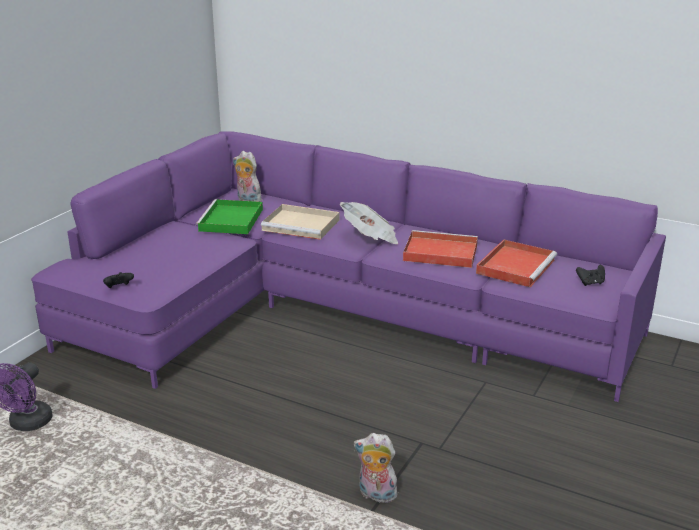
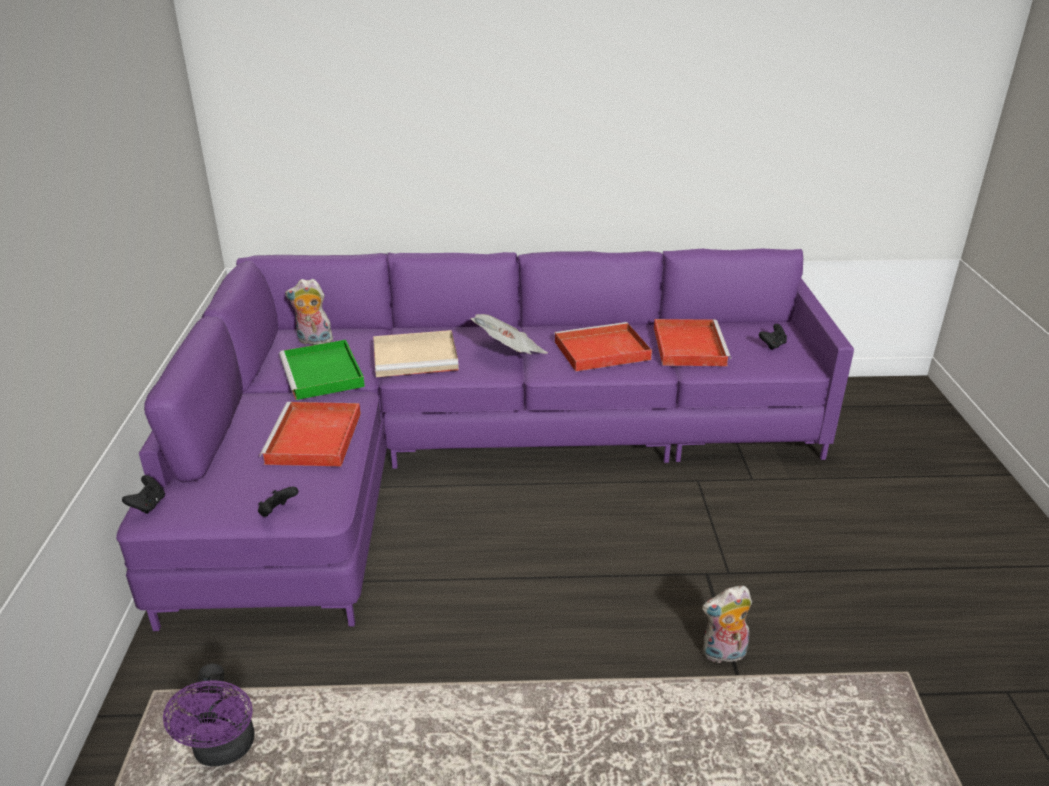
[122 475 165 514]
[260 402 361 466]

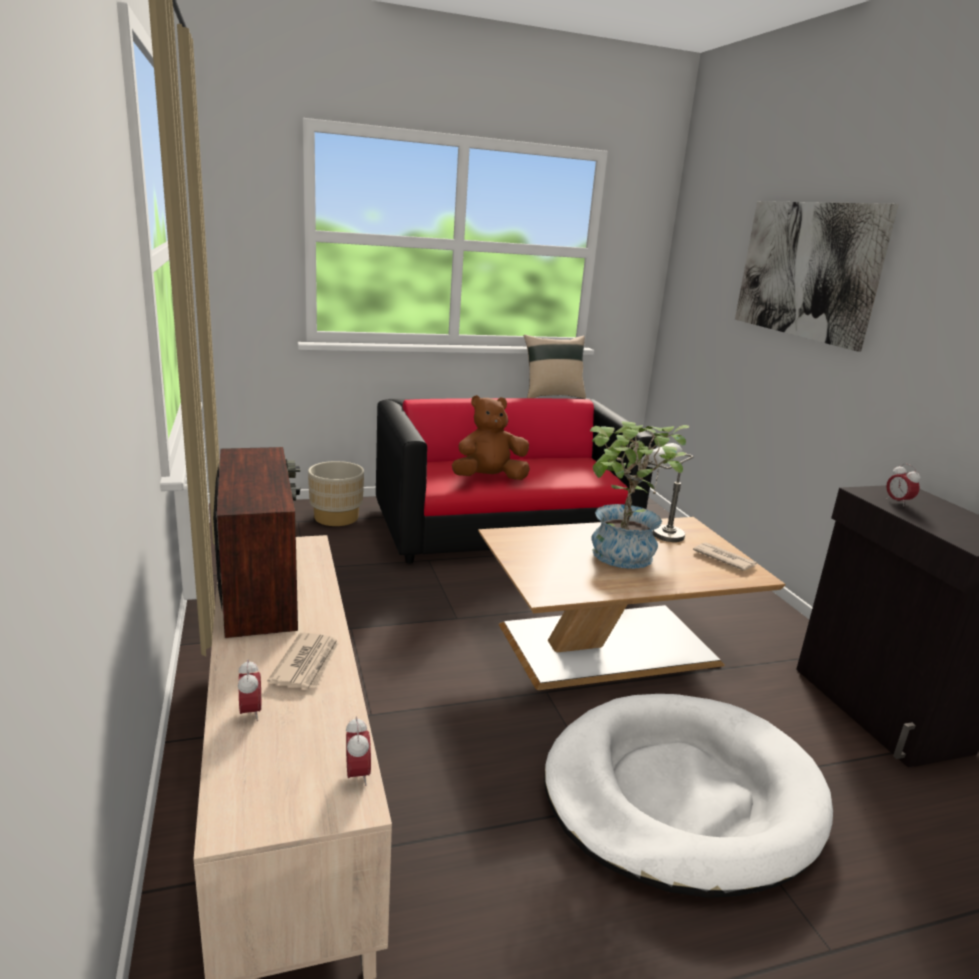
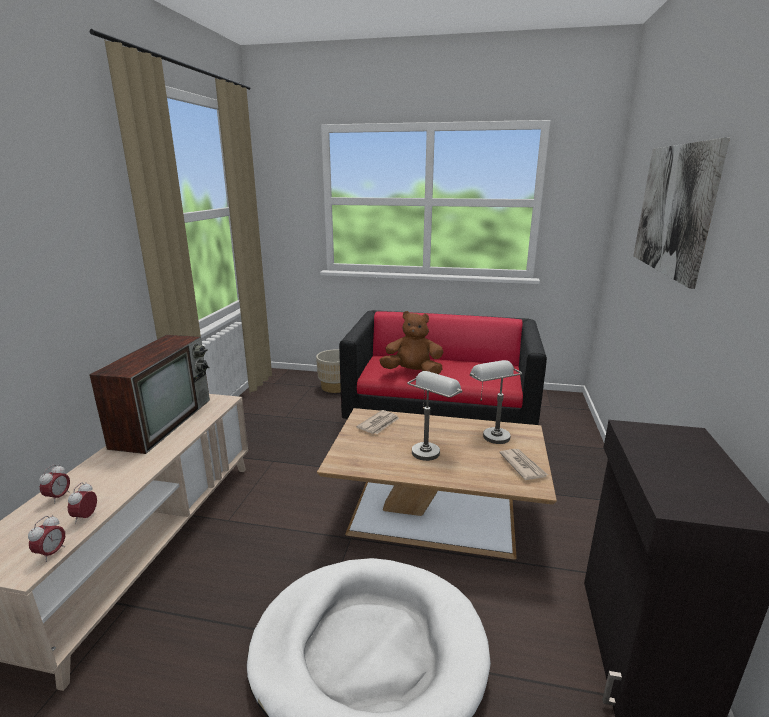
[524 335 586 399] (first image)
[357 410 399 434]
[68 482 97 523]
[407 371 462 461]

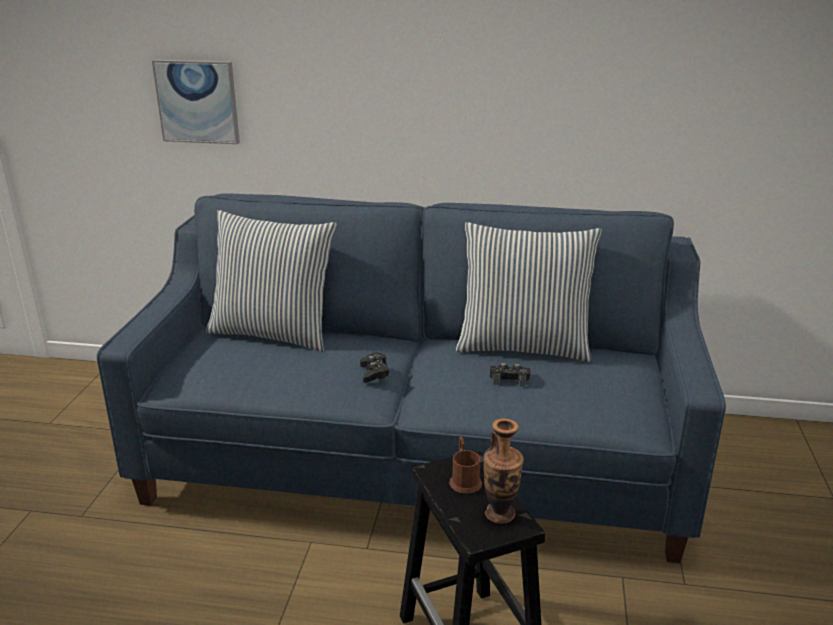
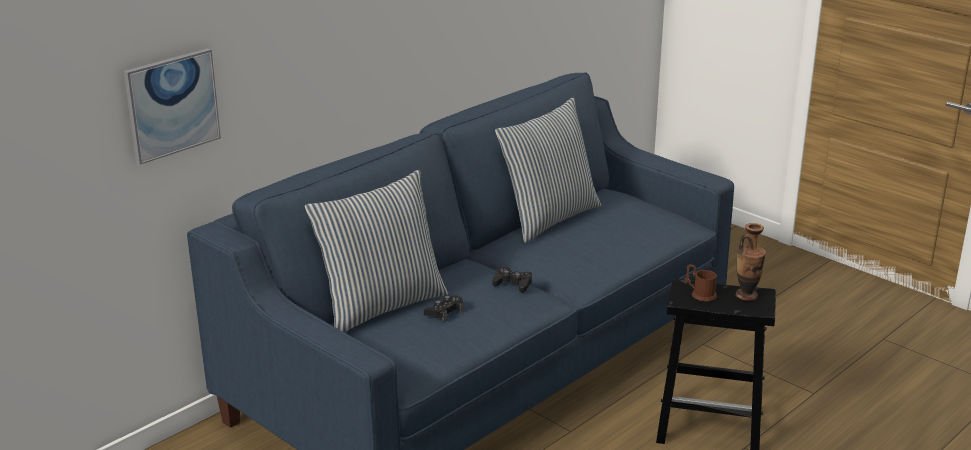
[424 295 464 322]

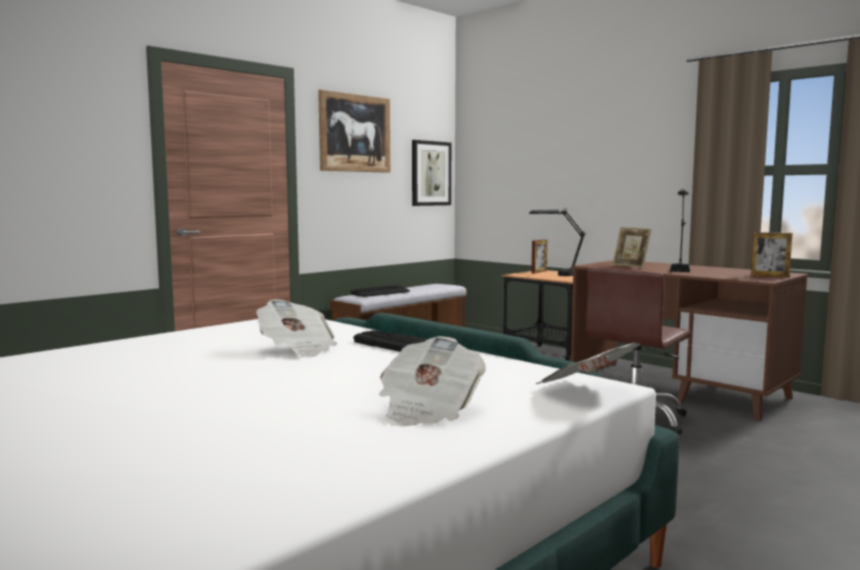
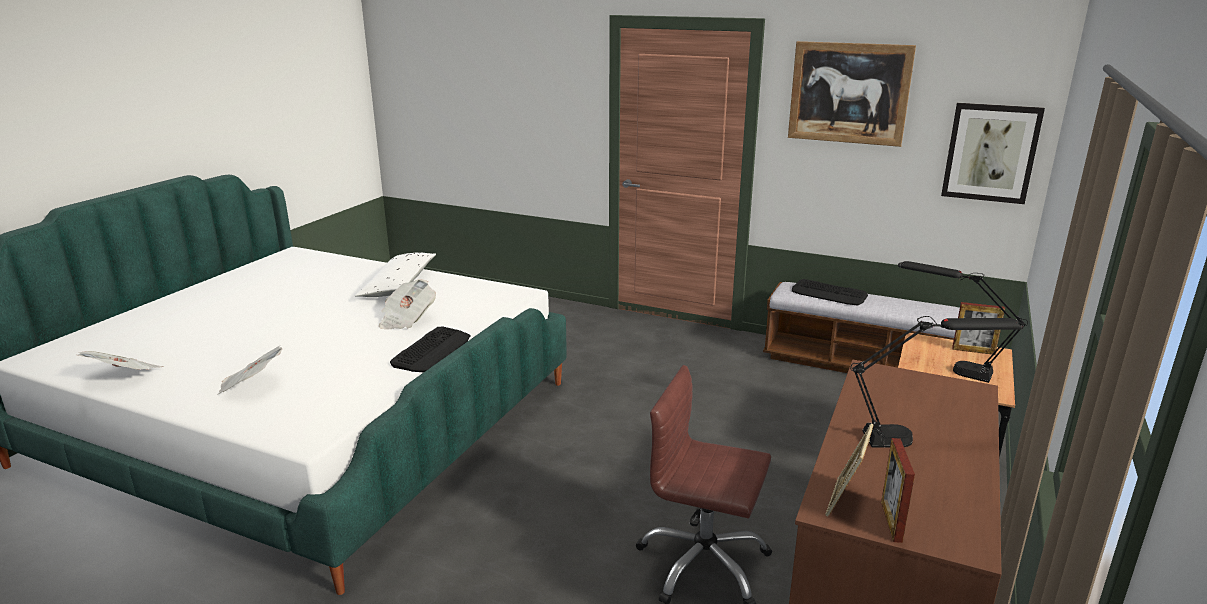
[355 252 436 297]
[78 351 164 370]
[825 423 873 516]

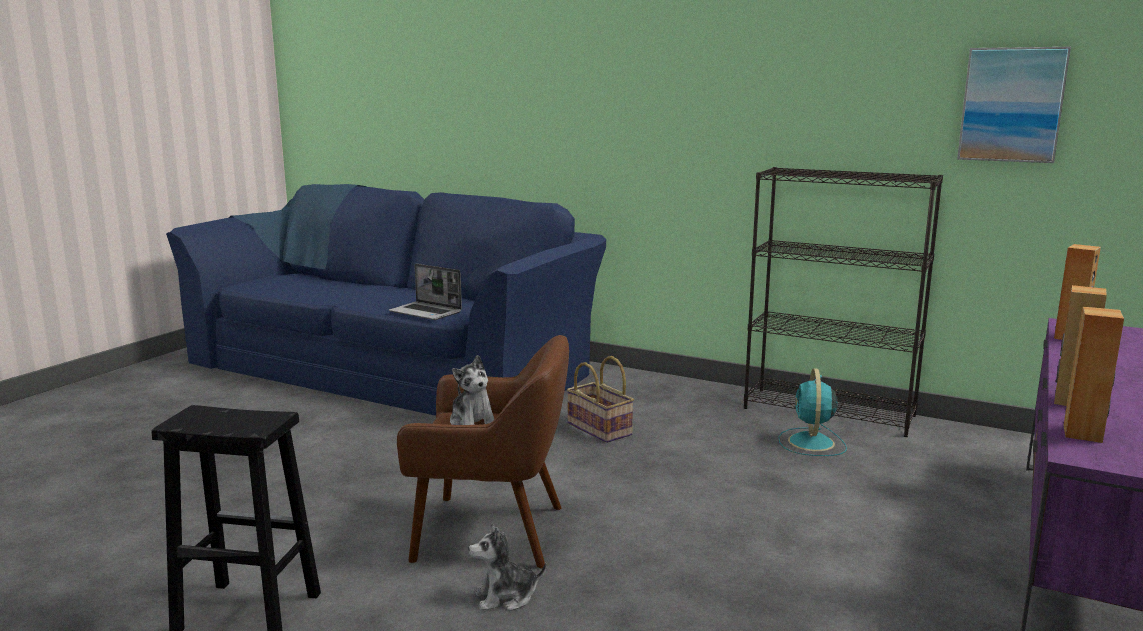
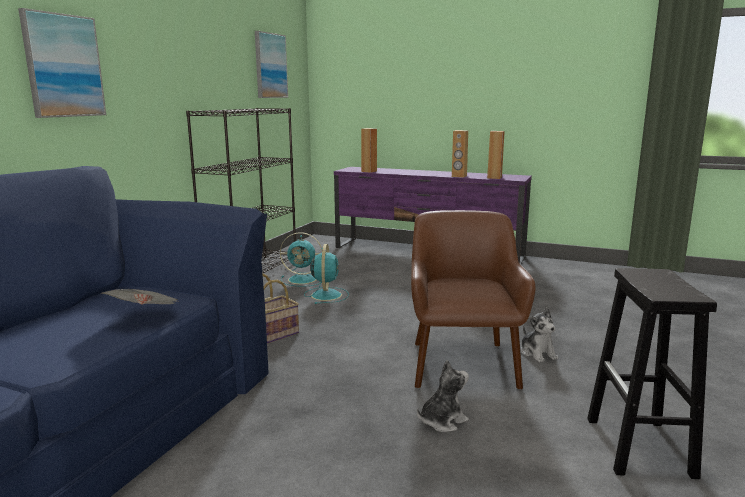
[18 8 106 118]
[304 244 349 304]
[417 360 469 432]
[102 289 178 304]

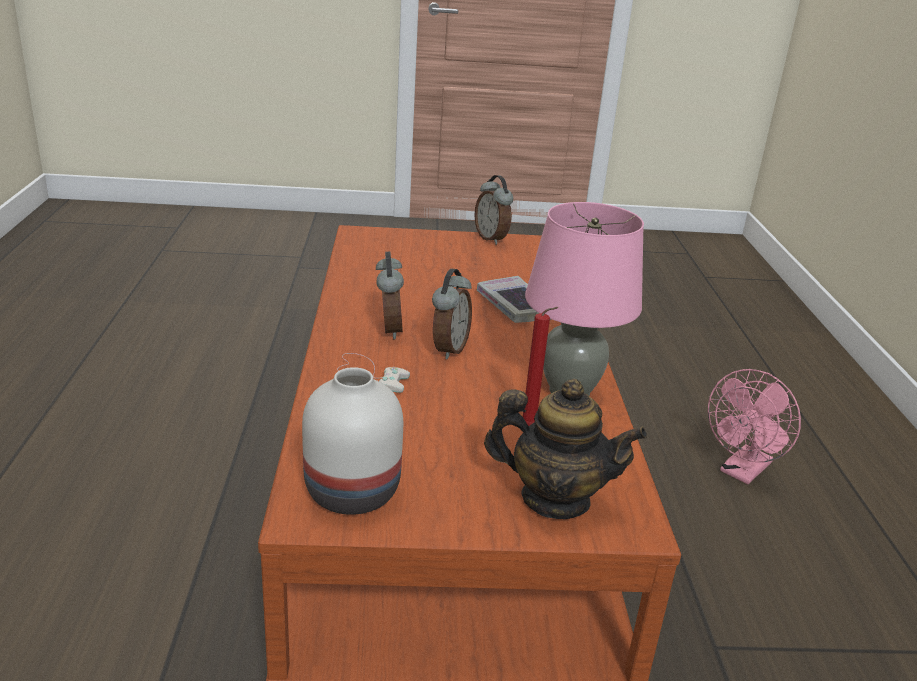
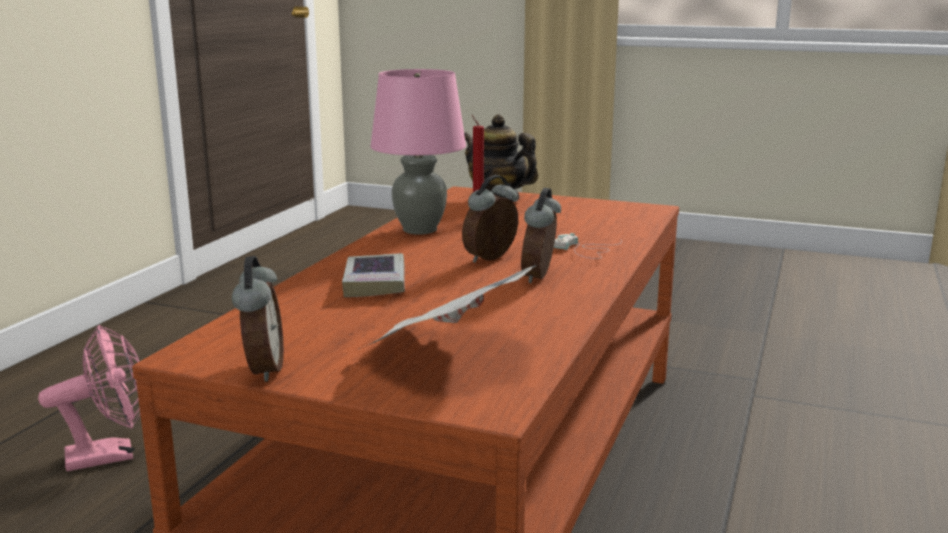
[302 367 403 515] (first image)
[359 265 537 349]

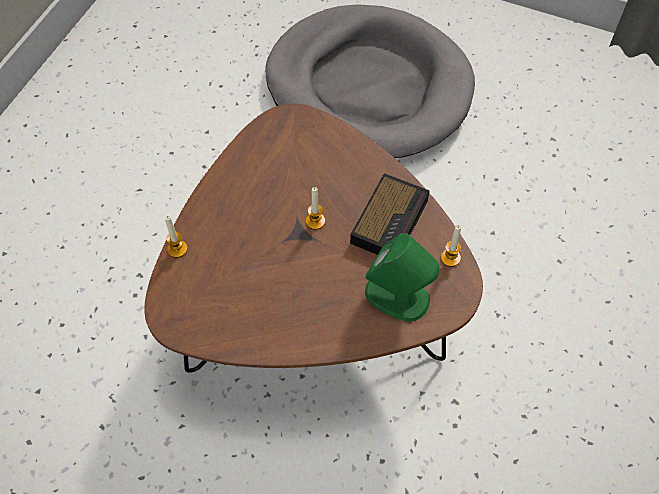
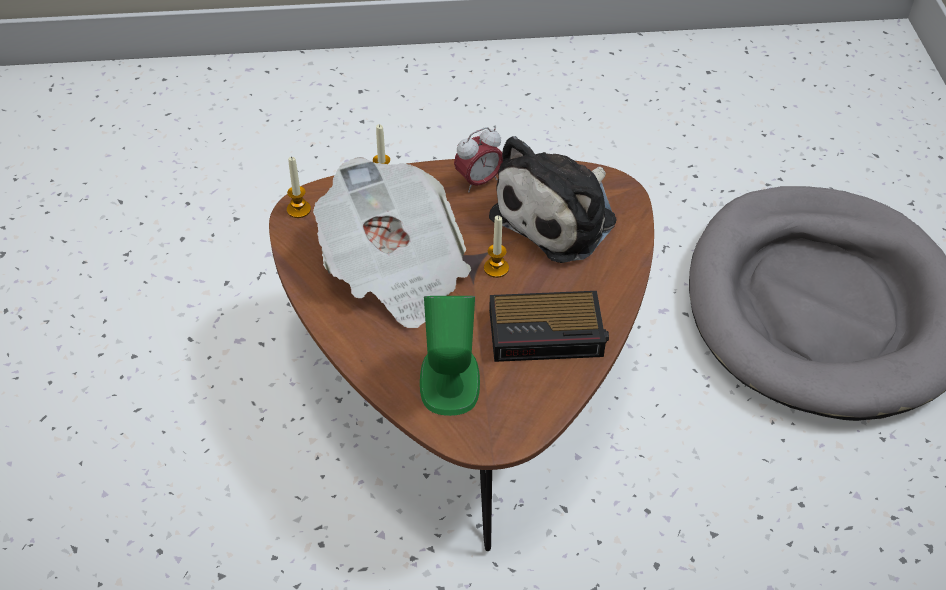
[313 157 471 328]
[454 127 503 192]
[489 136 616 263]
[287 157 311 218]

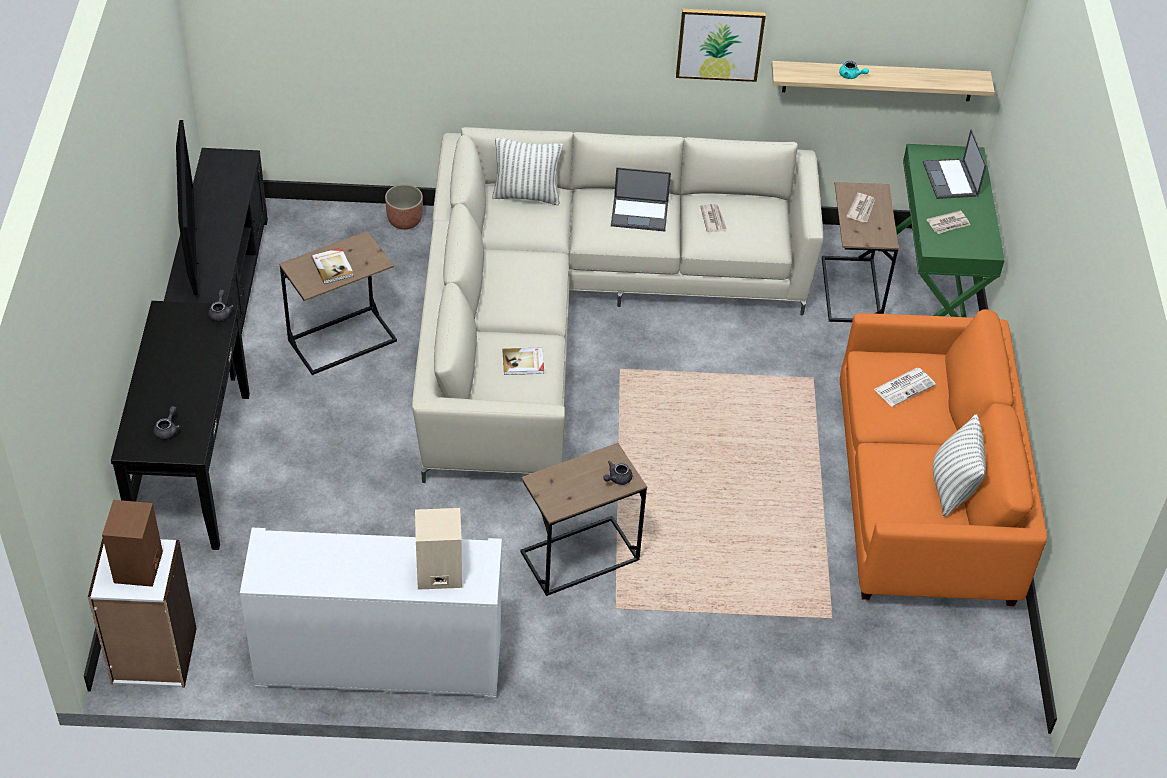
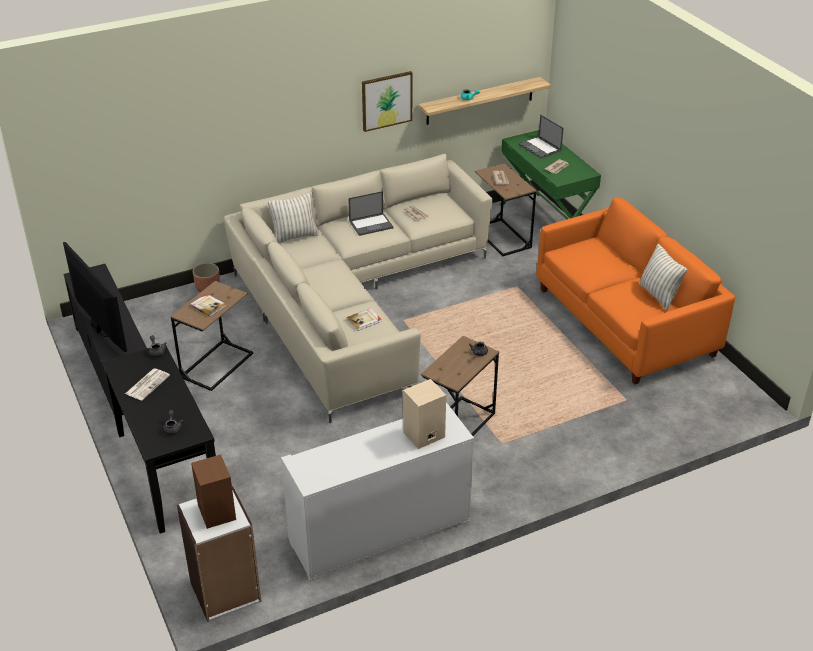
[125 368 170 400]

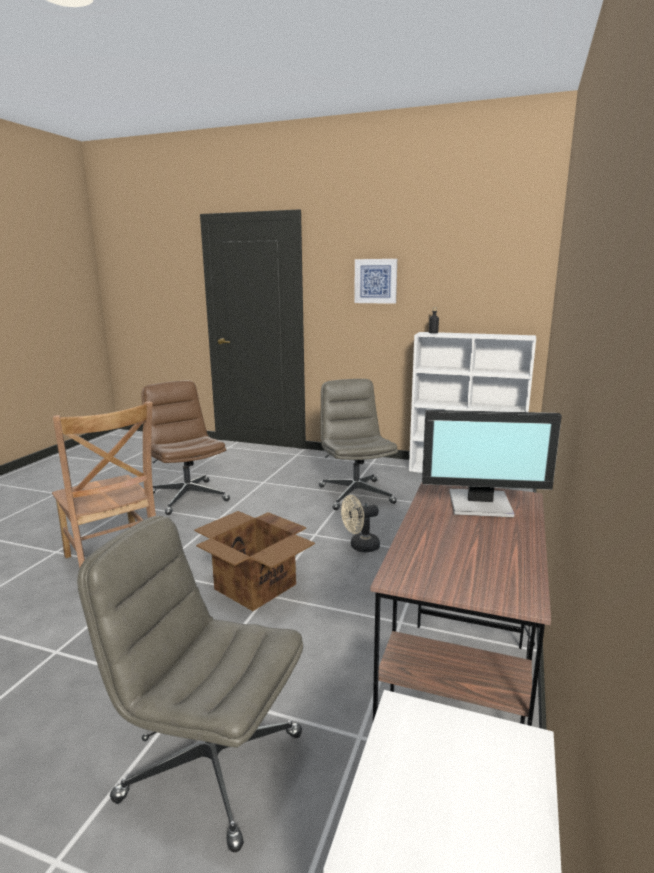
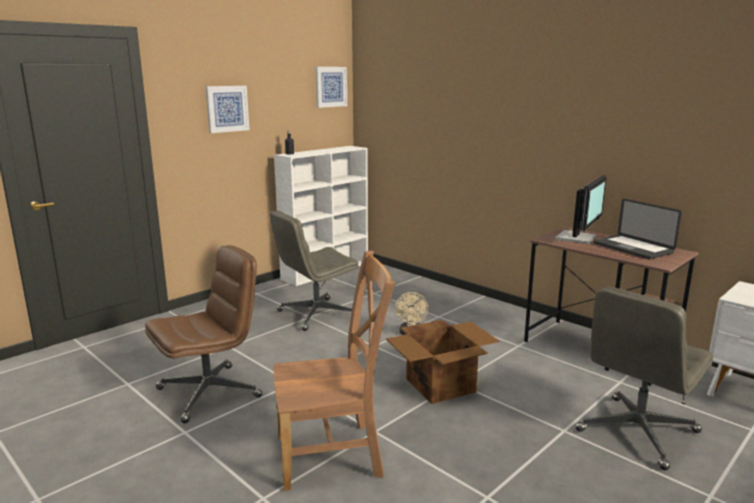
[315 67 347 108]
[594 199 682 260]
[145 245 262 423]
[270 210 359 331]

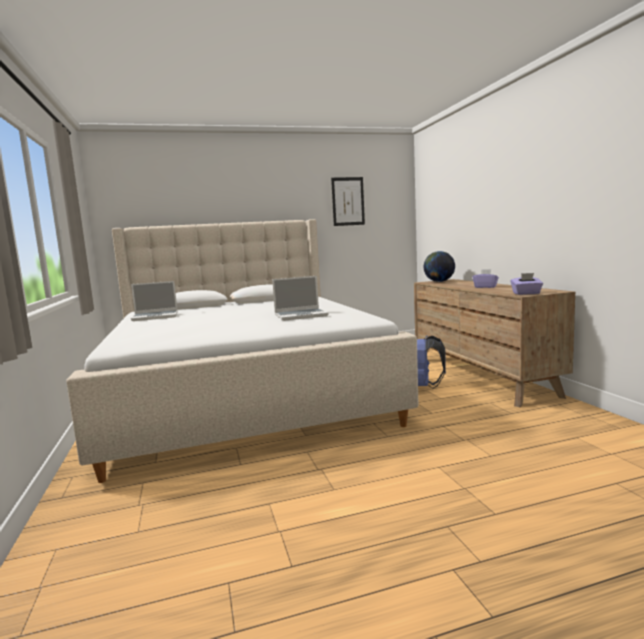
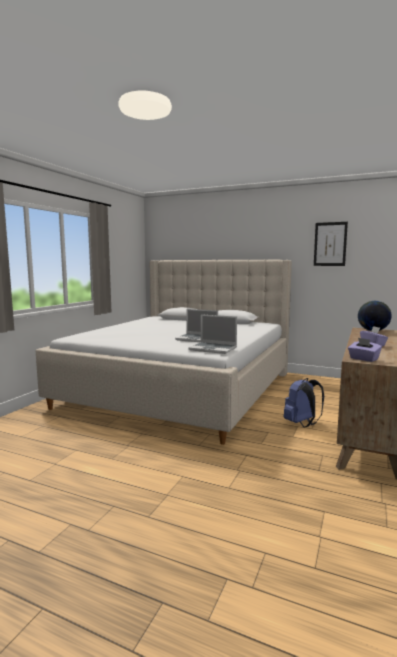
[188 314 237 354]

